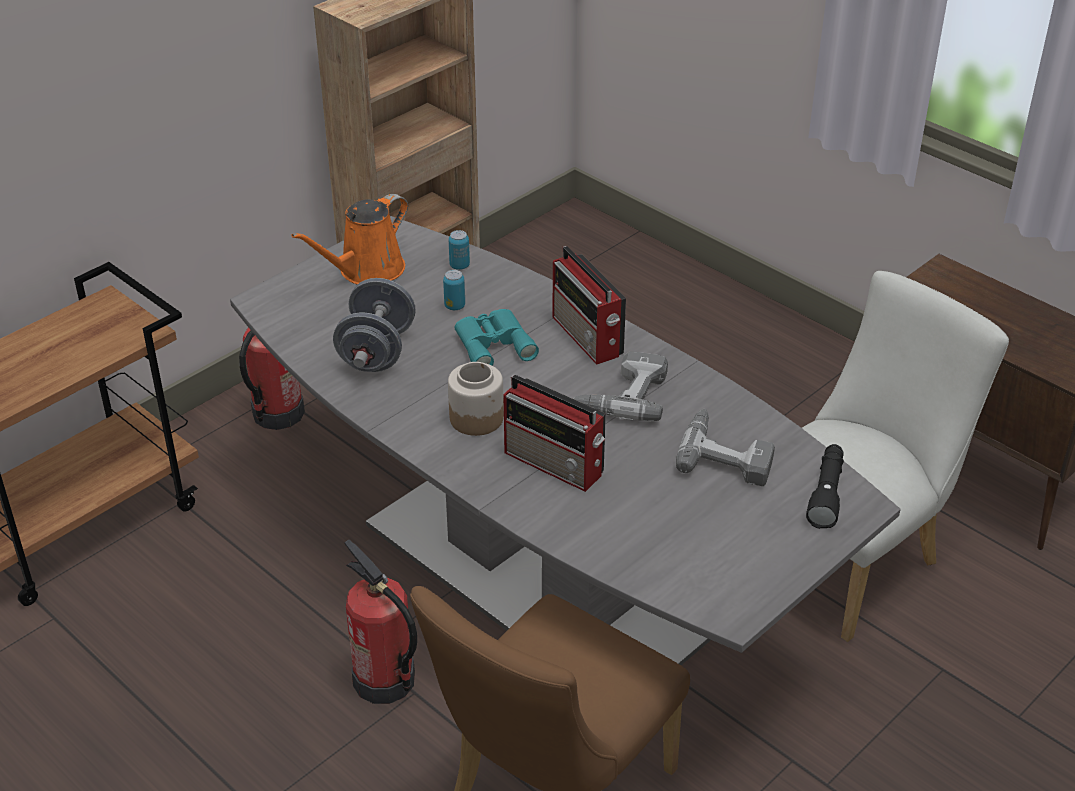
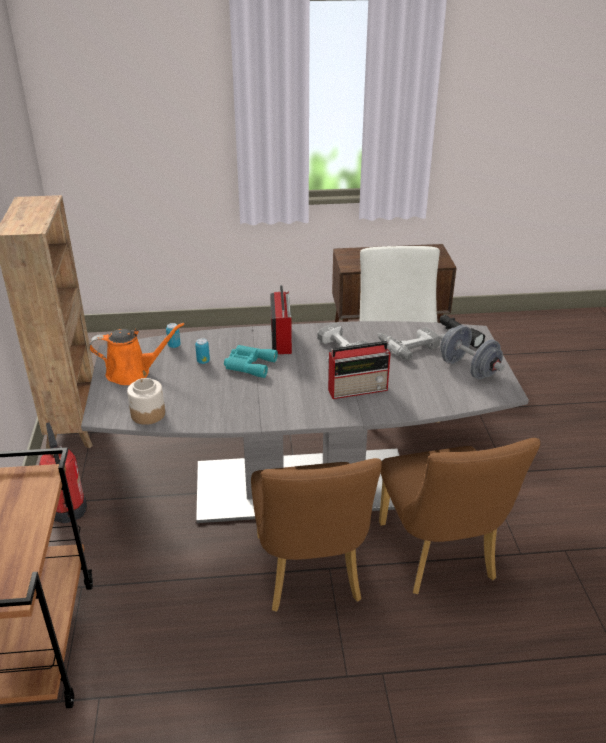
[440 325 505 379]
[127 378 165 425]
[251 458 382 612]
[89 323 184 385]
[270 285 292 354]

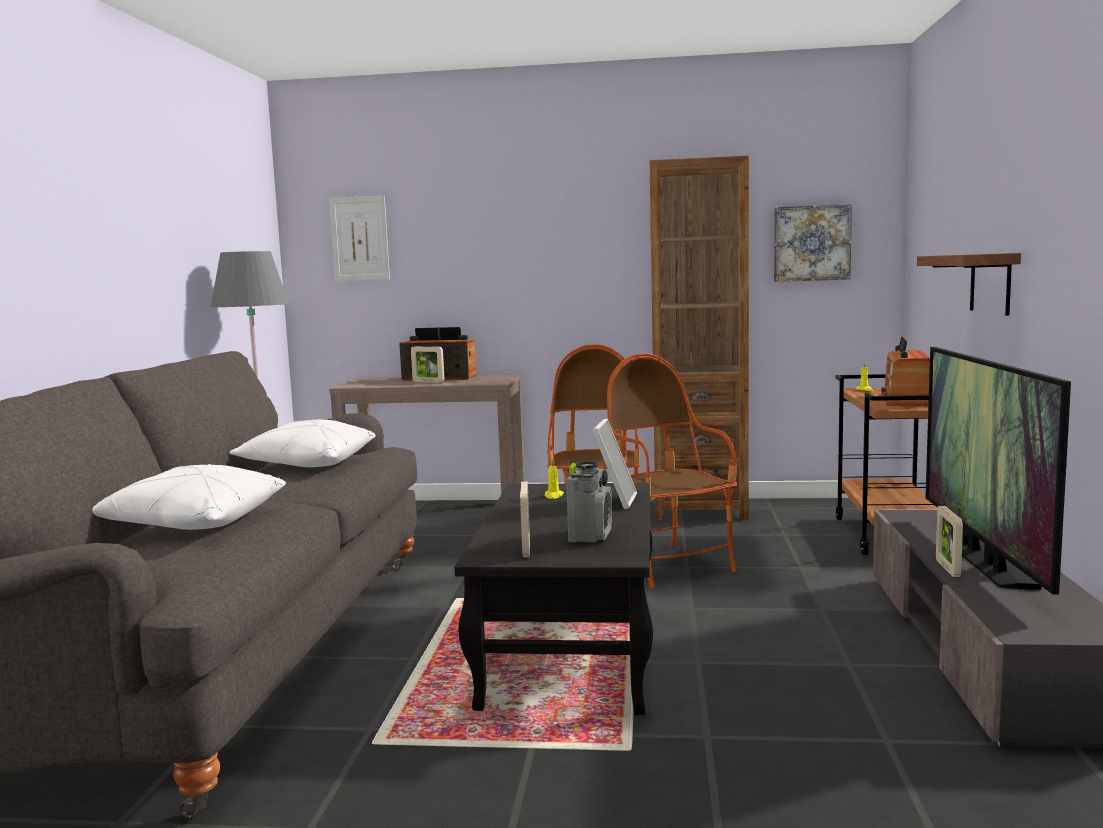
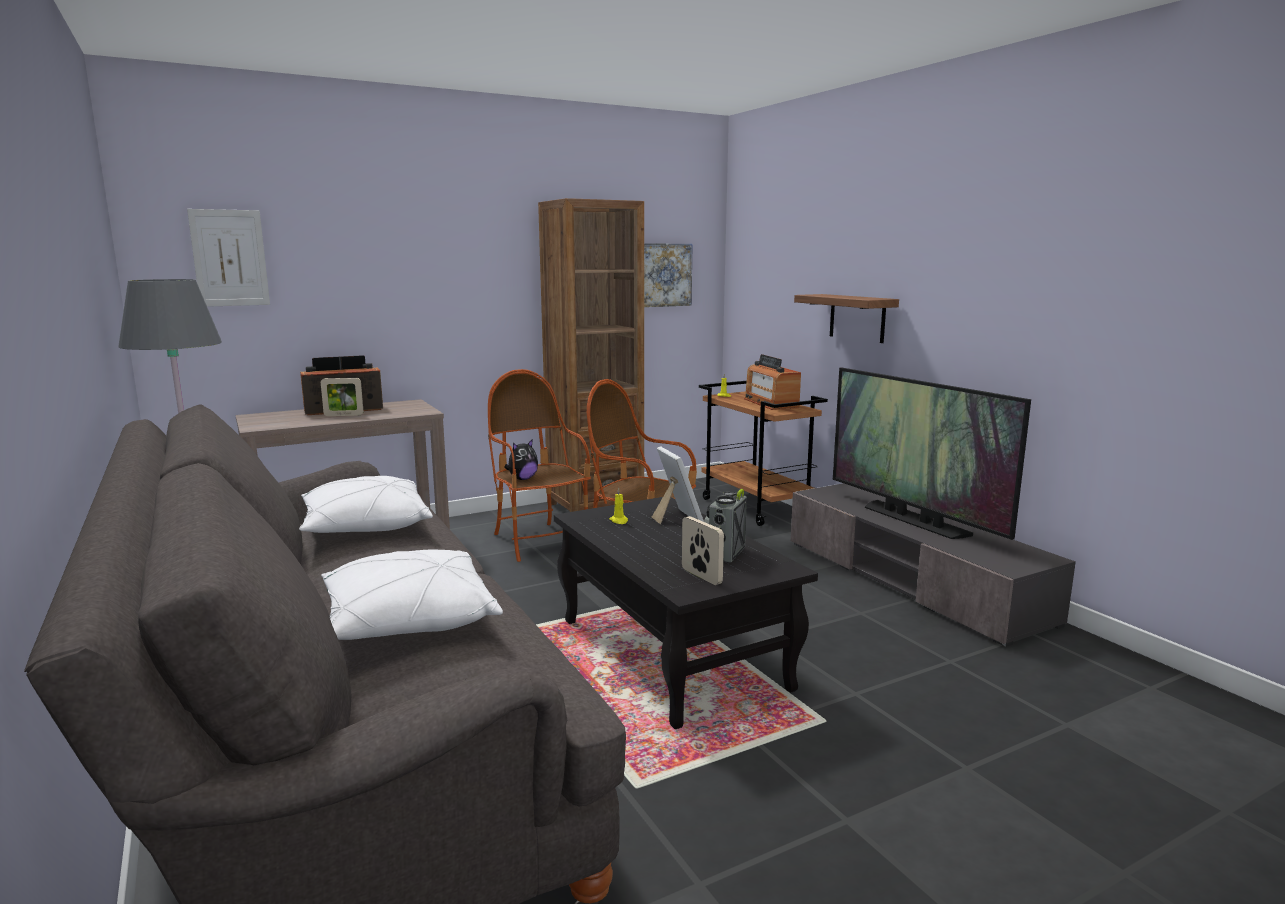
[936 506 963 577] (first image)
[504 439 538 480]
[704 489 747 563]

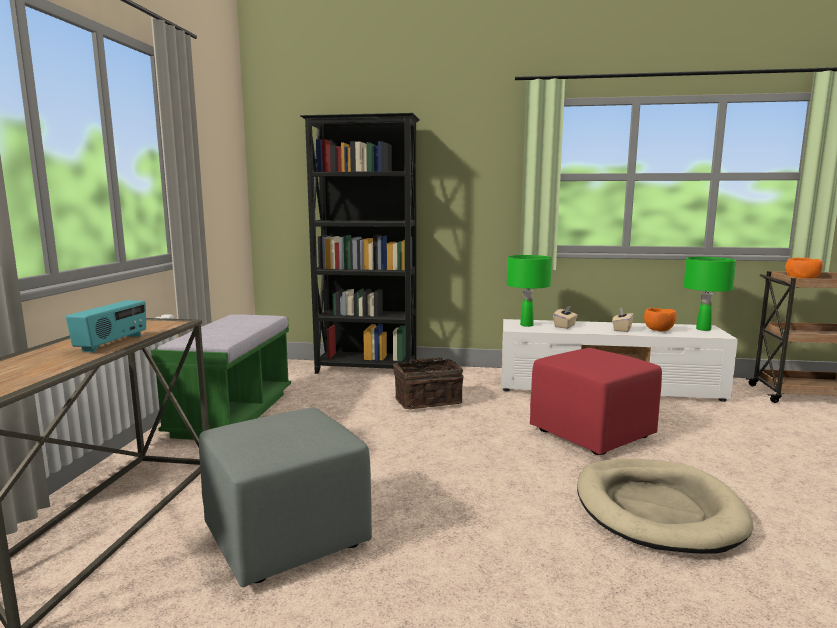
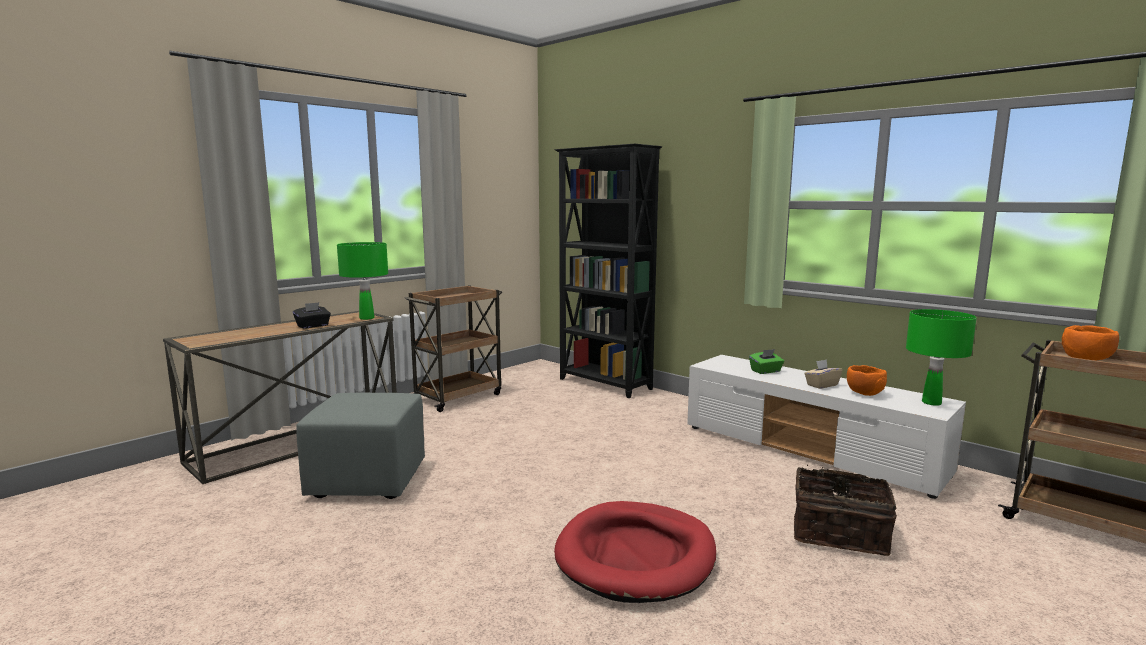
[530 348 662 455] (first image)
[794 464 897 556]
[337 242 388 320]
[293 302 331 329]
[404 285 502 412]
[749 349 784 374]
[554 501 716 603]

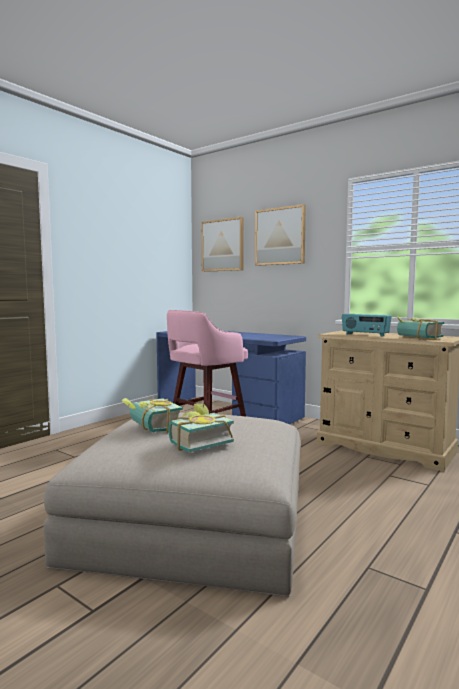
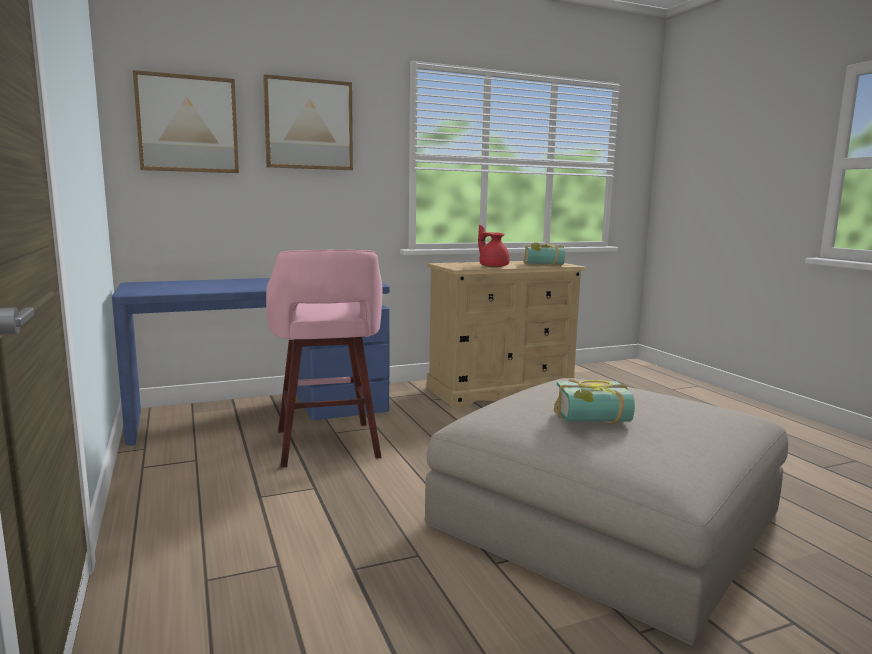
[168 403 234 452] (first image)
[478 225 510 267]

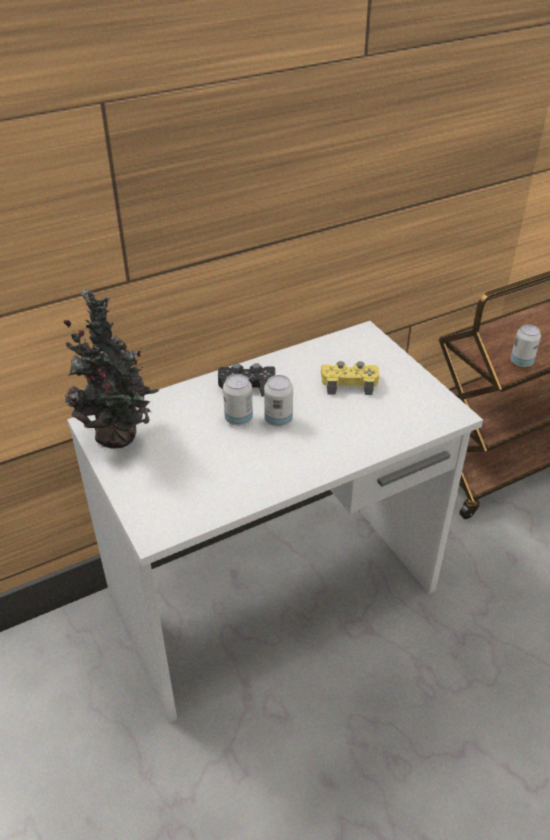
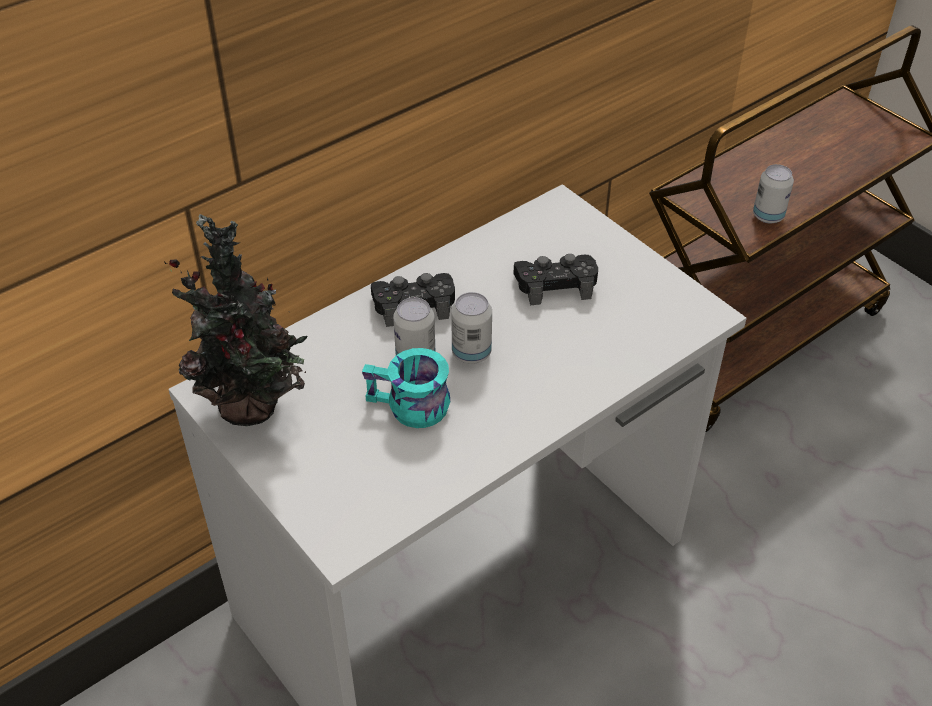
[362 348 450 428]
[514 254 598 306]

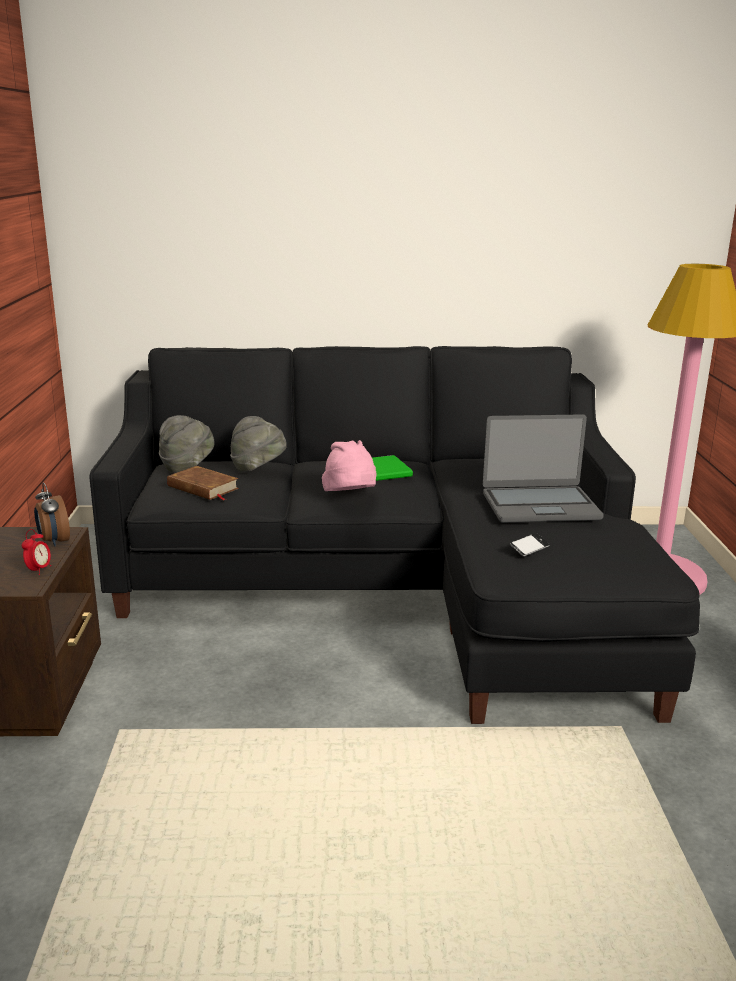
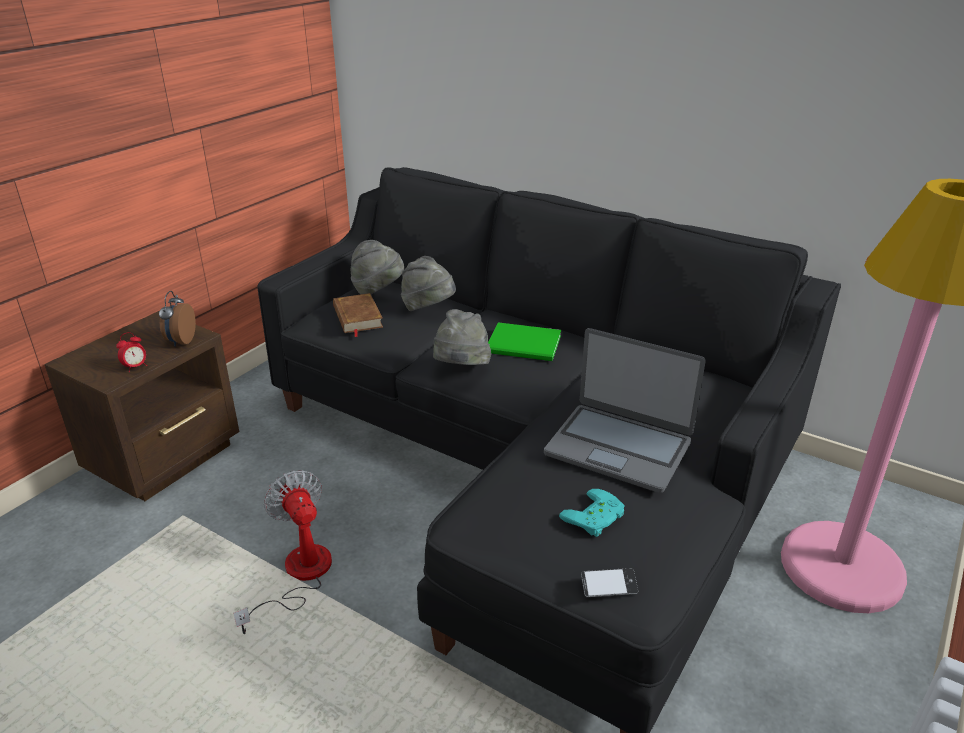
[233 470 332 634]
[559 489 625 537]
[581 568 638 597]
[433 309 491 365]

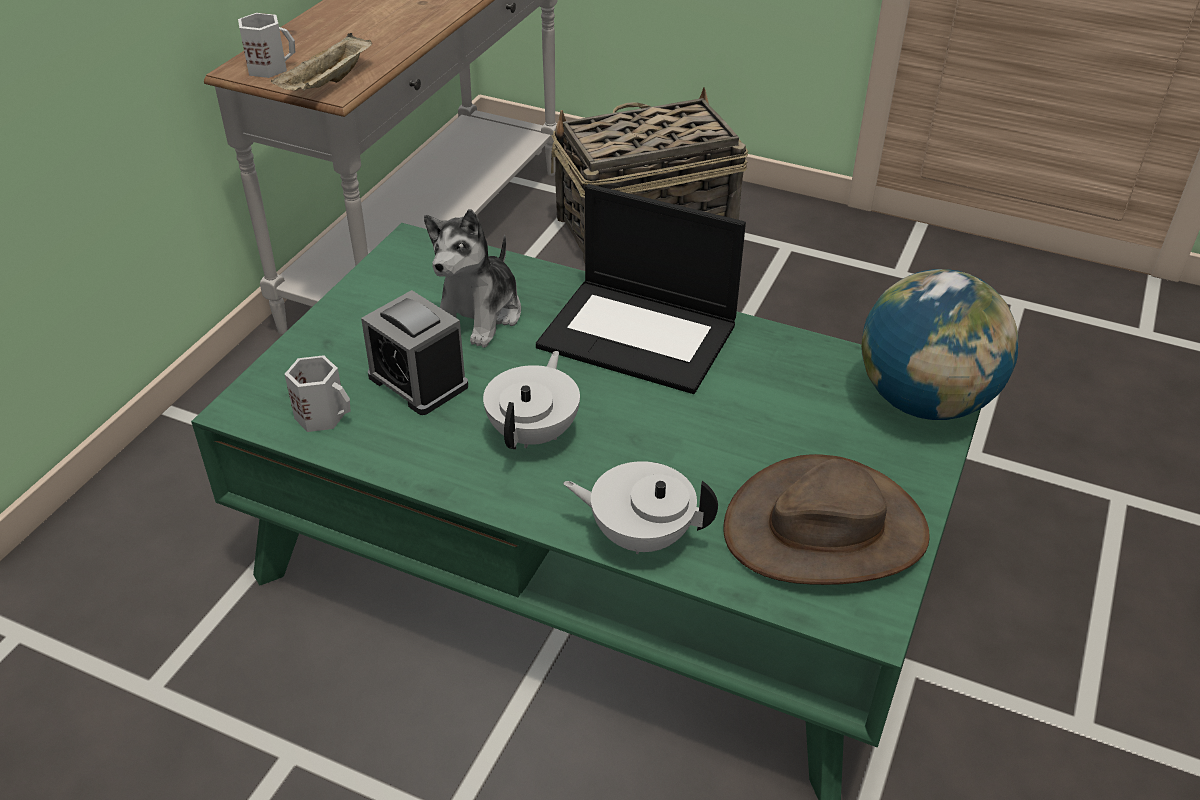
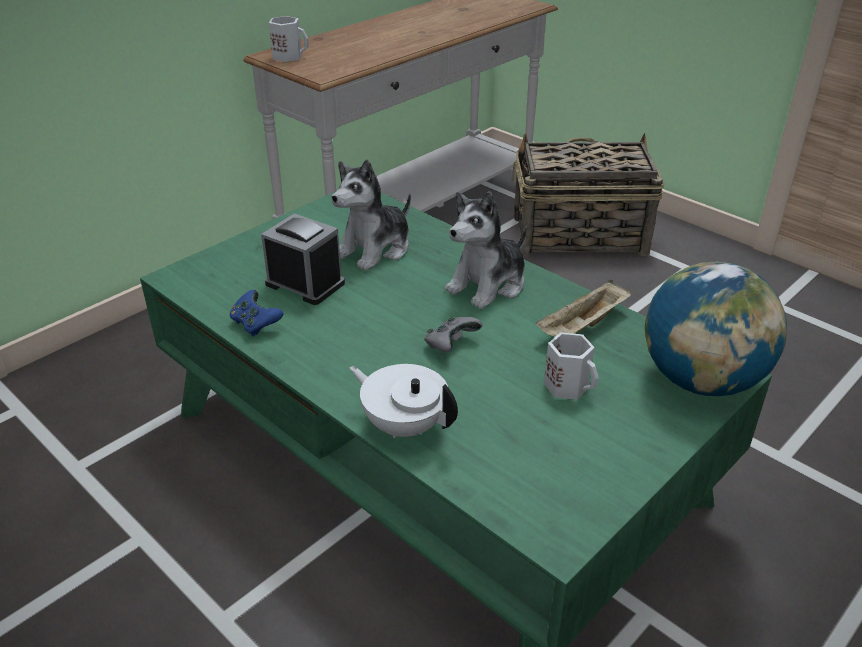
[483 351 580 449] (first image)
[723 454 930 585] (first image)
[230 290 284 336]
[424 317 482 352]
[536 280 631 337]
[544 332 598 400]
[445 191 527 309]
[261 213 345 305]

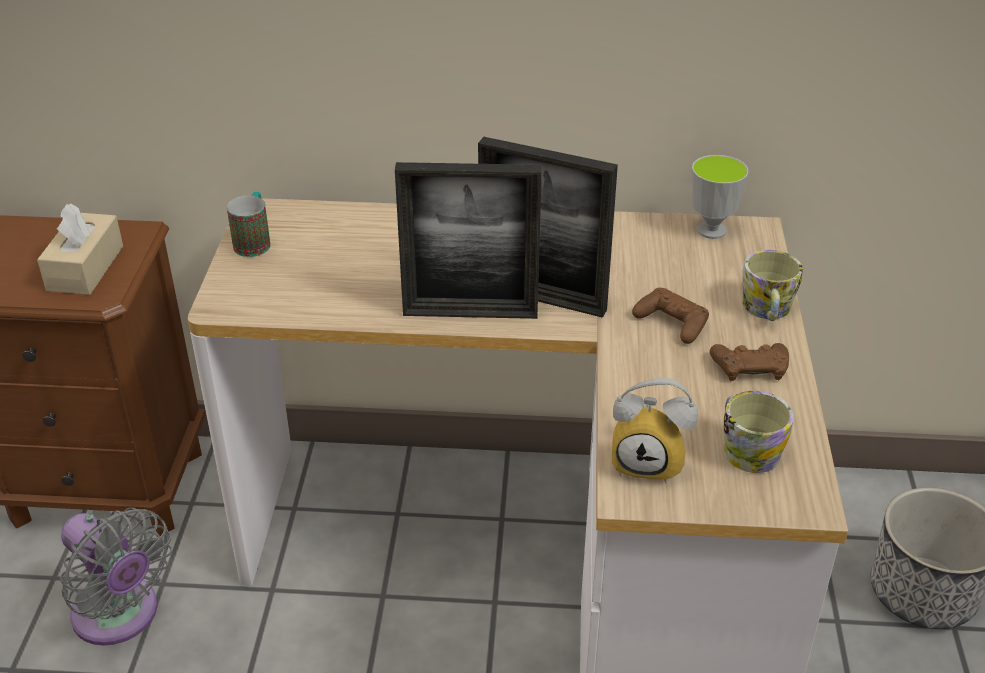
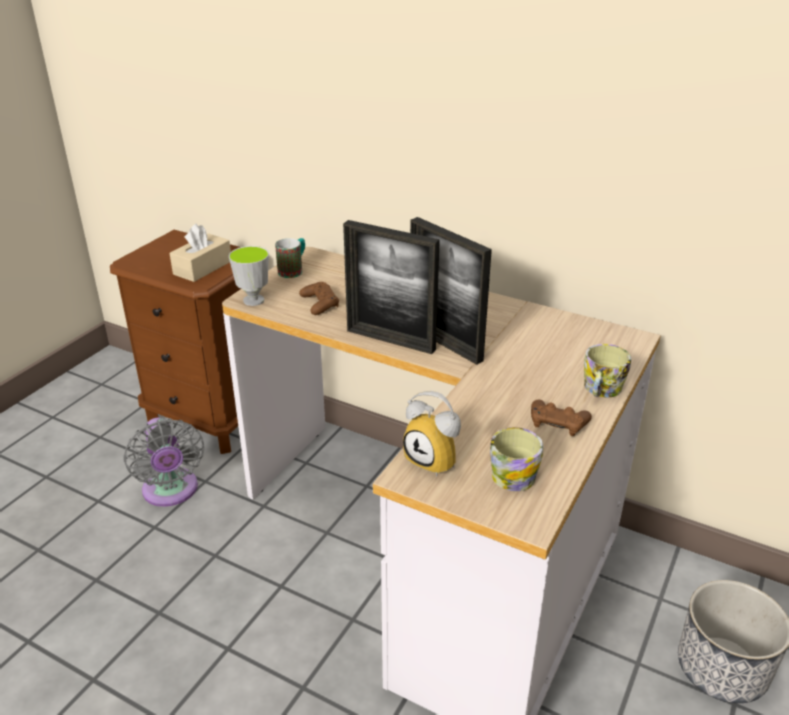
[299 282 339 315]
[229 246 269 306]

